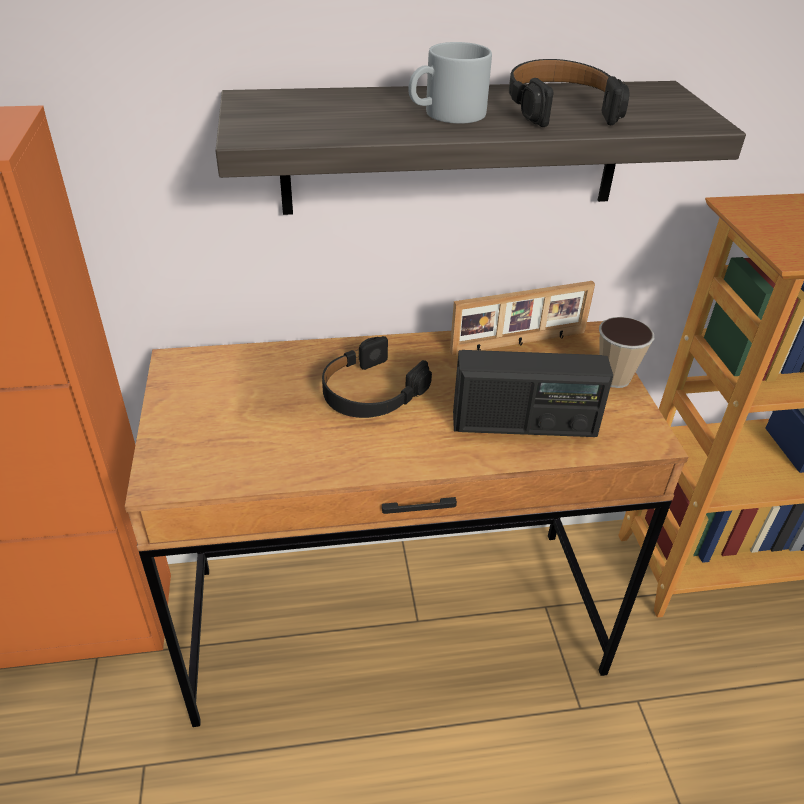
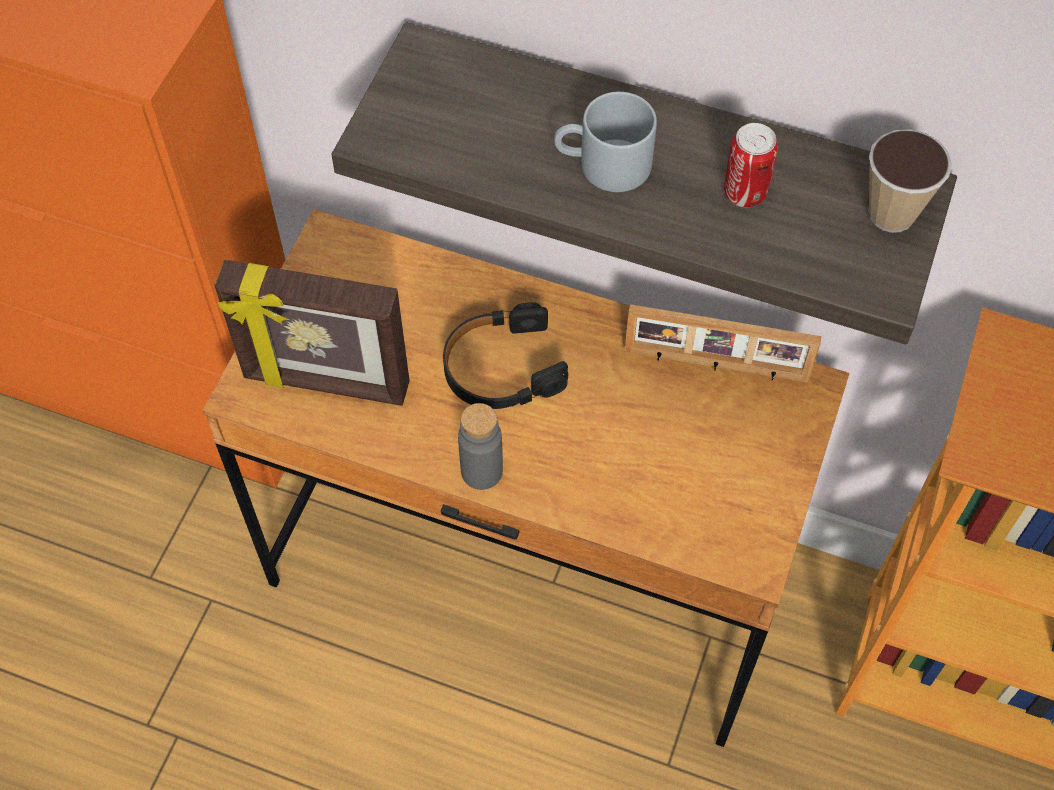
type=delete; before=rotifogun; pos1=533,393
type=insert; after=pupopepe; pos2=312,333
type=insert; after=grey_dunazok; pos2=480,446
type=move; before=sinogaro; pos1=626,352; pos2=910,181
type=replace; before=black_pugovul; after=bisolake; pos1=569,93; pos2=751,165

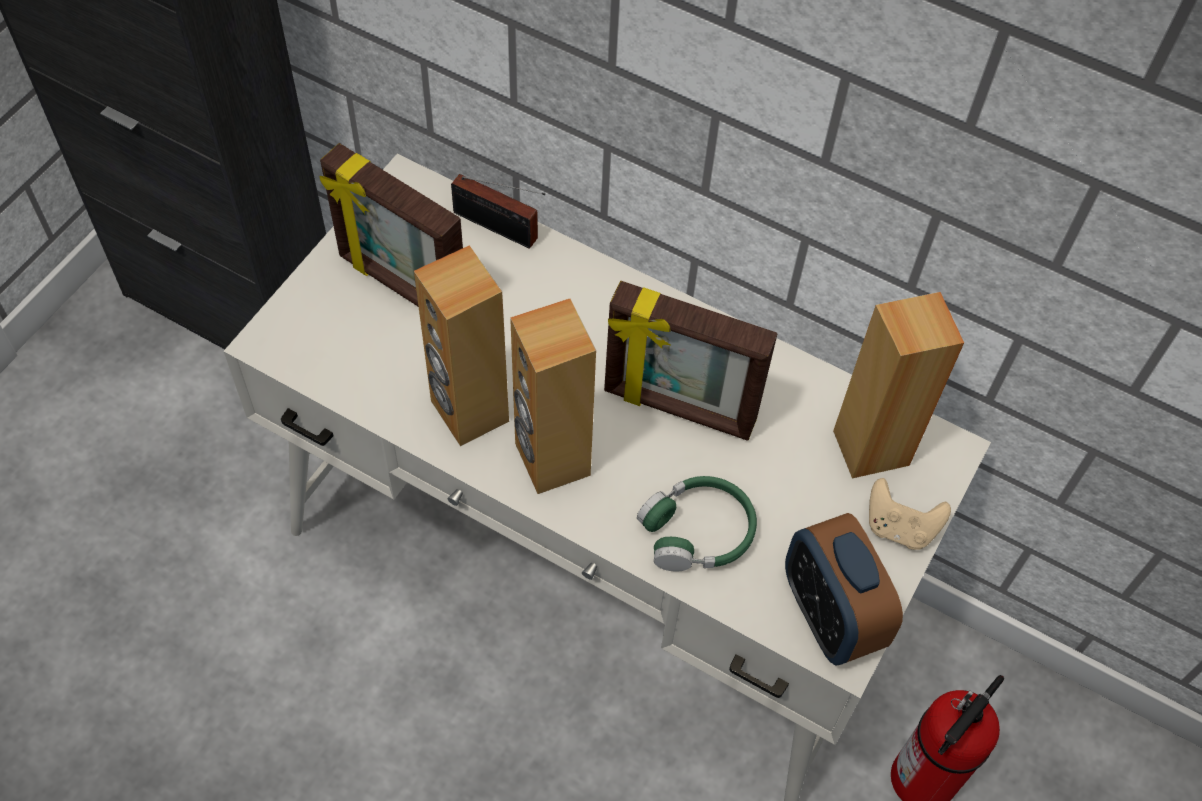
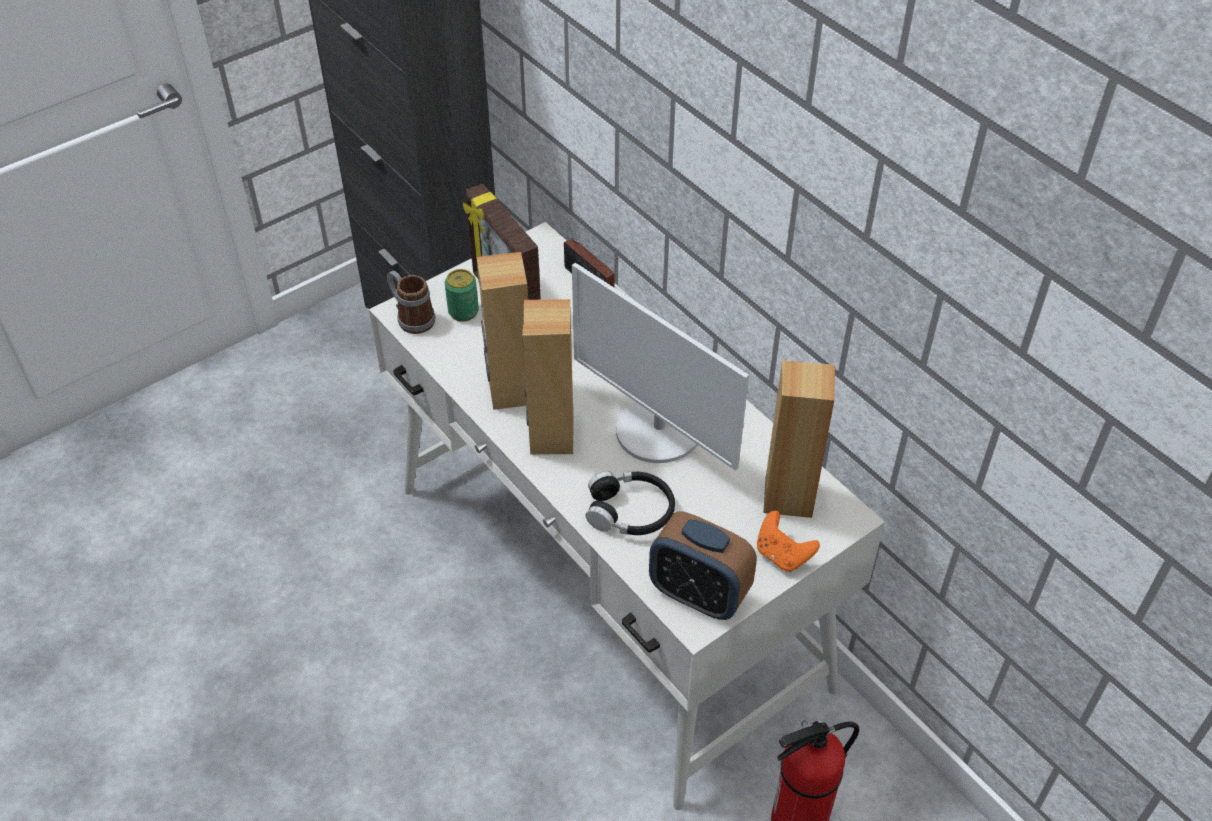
type=insert; after=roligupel; pos2=411,302
type=insert; after=bisolake; pos2=462,295
type=replace; before=pupopepe; after=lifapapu; pos1=690,361; pos2=660,366
type=recolor; before=green_pugovul; after=black_pugovul; pos1=697,523; pos2=630,503
type=recolor; before=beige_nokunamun; after=orange_nokunamun; pos1=910,514; pos2=788,541
type=rotate; before=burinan; pos1=844,589; pos2=703,566; turn=-60

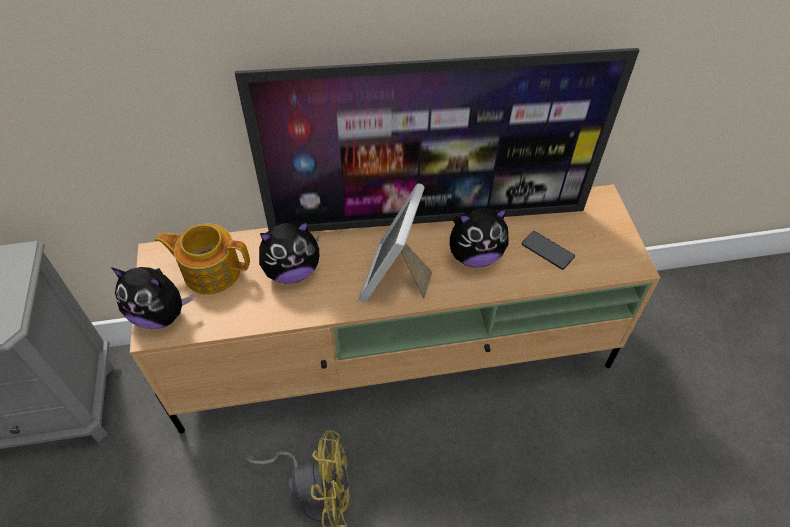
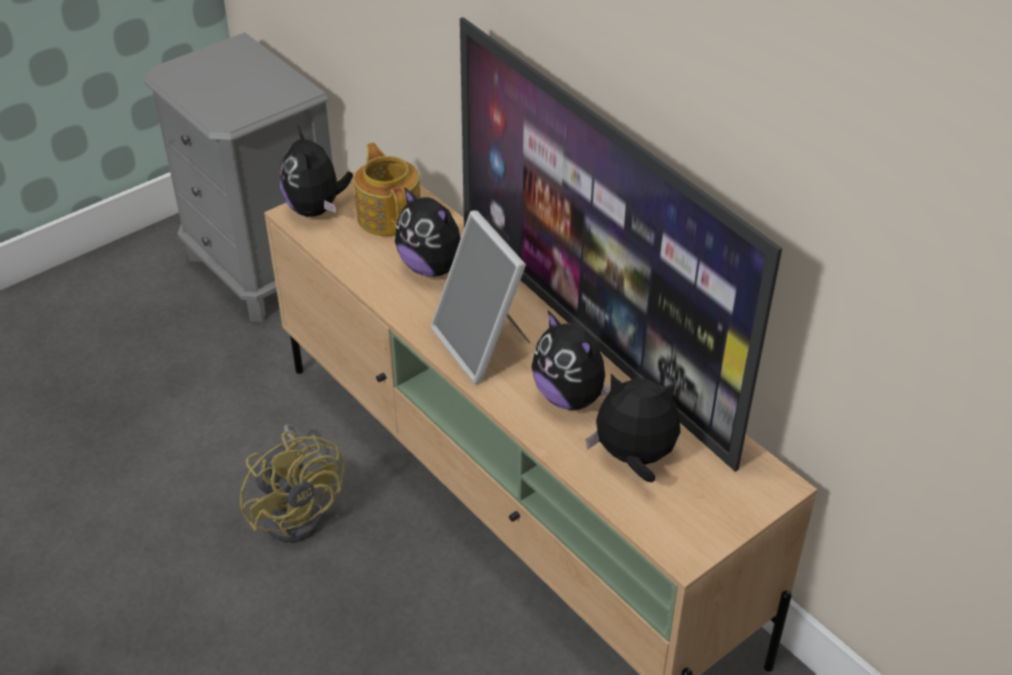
type=replace; before=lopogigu; after=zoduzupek; pos1=548,250; pos2=633,428
type=rotate; before=pupopepe; pos1=395,242; pos2=481,297; turn=-105

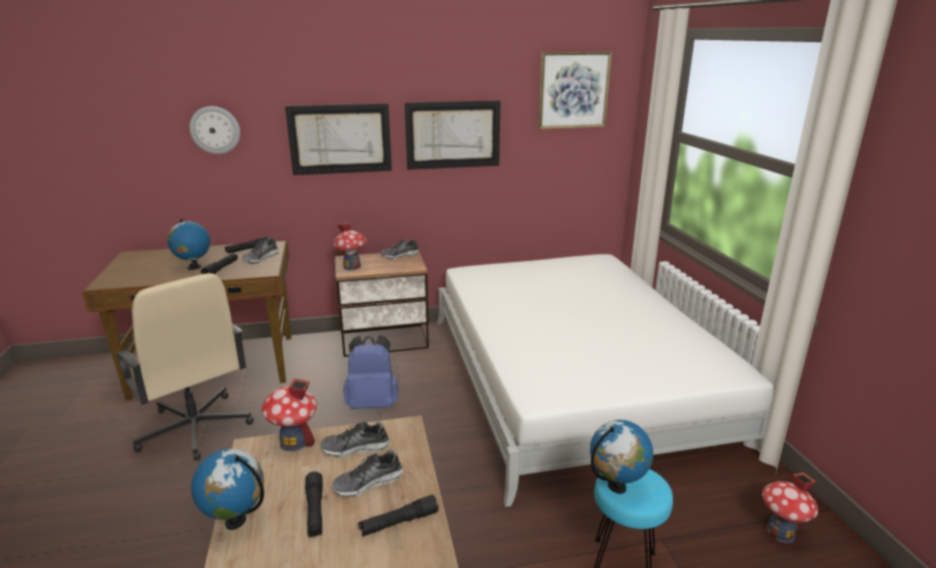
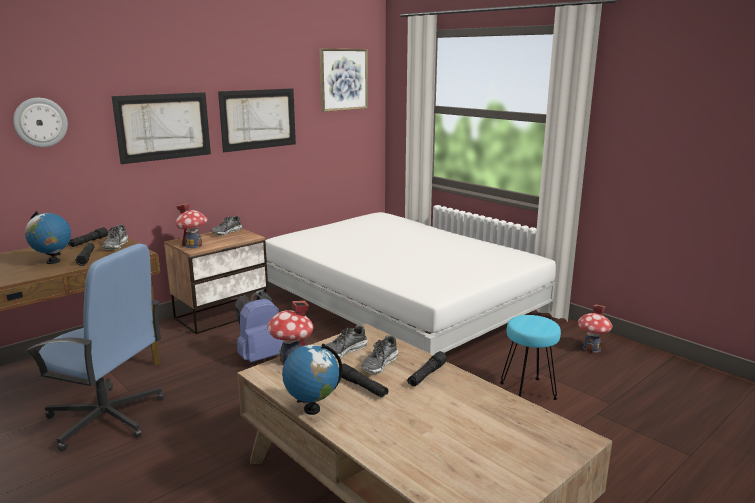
type=delete; before=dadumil; pos1=621,457
type=recolor; before=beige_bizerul; after=blue_bizerul; pos1=184,366; pos2=94,347

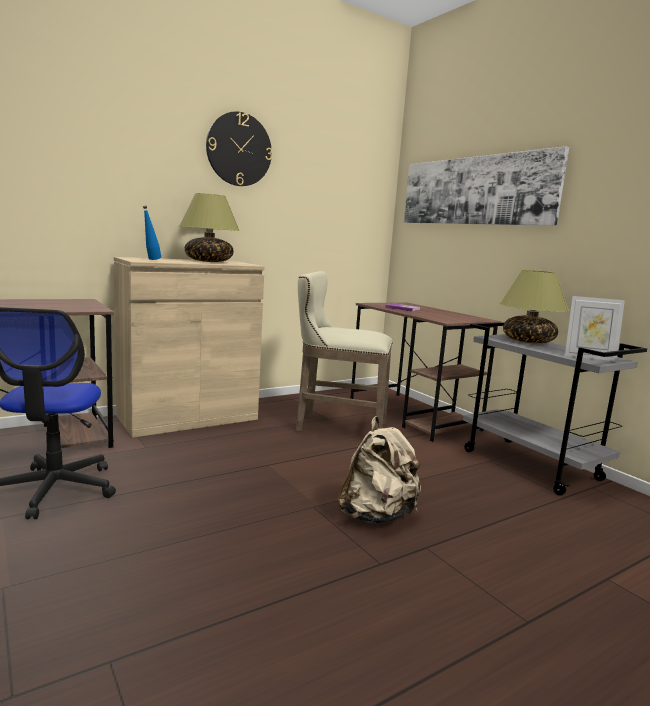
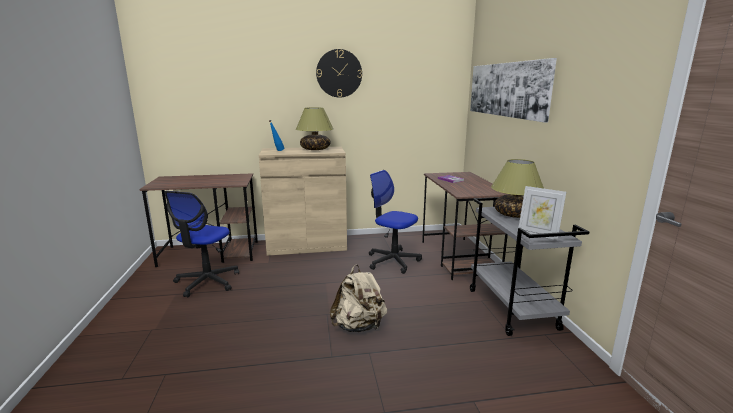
type=replace; before=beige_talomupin; after=bizerul; pos1=344,351; pos2=395,222

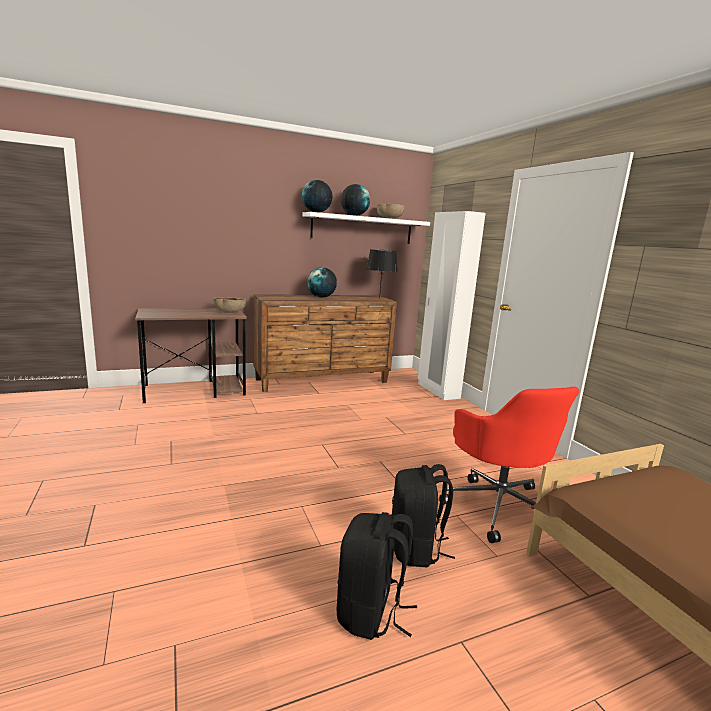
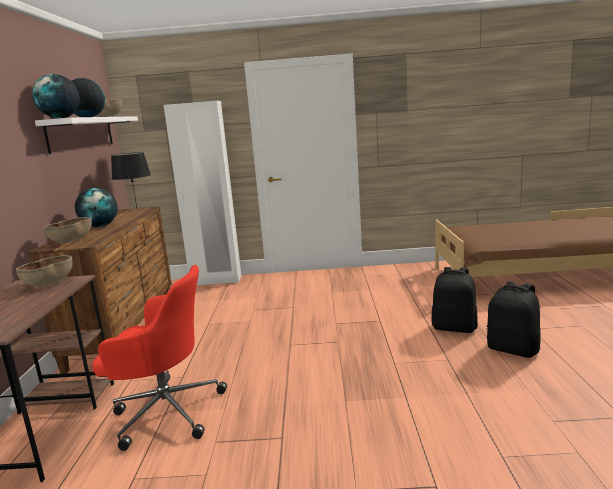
type=insert; after=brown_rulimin; pos2=67,230
type=move; before=red_bizerul; pos1=509,464; pos2=159,358

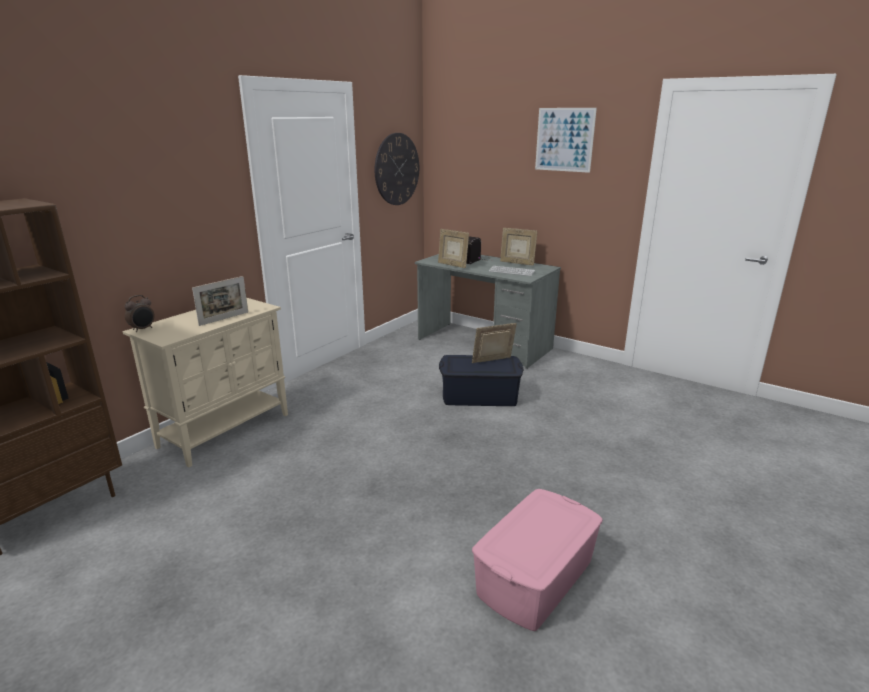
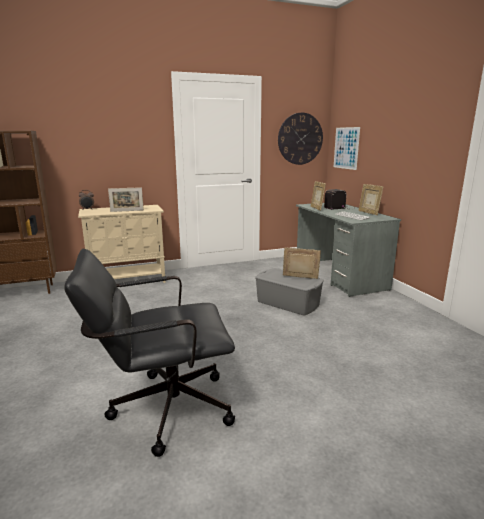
type=move; before=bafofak; pos1=566,140; pos2=347,148
type=replace; before=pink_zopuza; after=black_bizerul; pos1=537,560; pos2=149,353
type=recolor; before=blue_zopuza; after=grey_zopuza; pos1=481,380; pos2=289,291

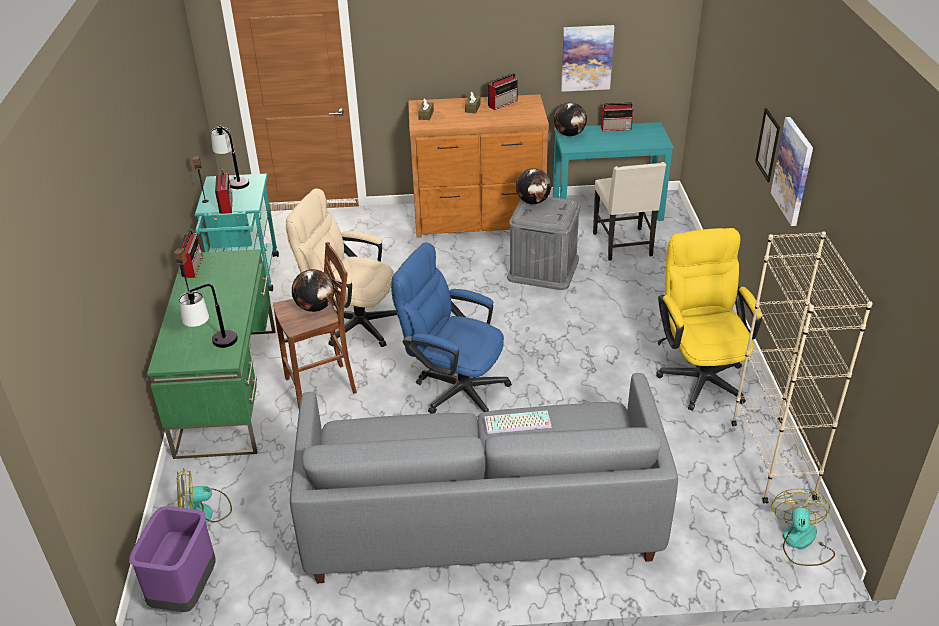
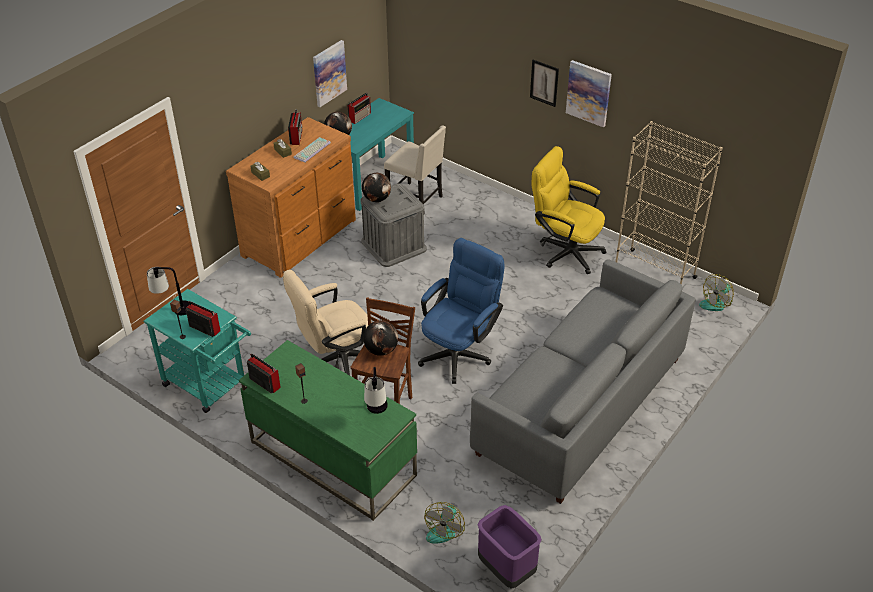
type=move; before=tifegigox; pos1=518,422; pos2=312,150
type=rotate; before=blue_bizerul; pos1=451,328; pos2=461,311; turn=150
type=rotate; before=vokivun; pos1=803,527; pos2=716,292; turn=-90

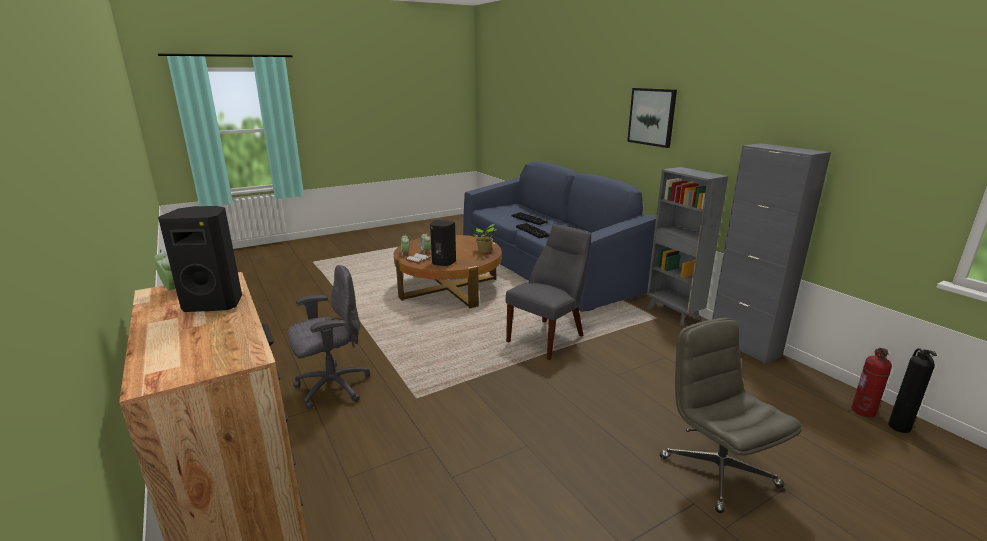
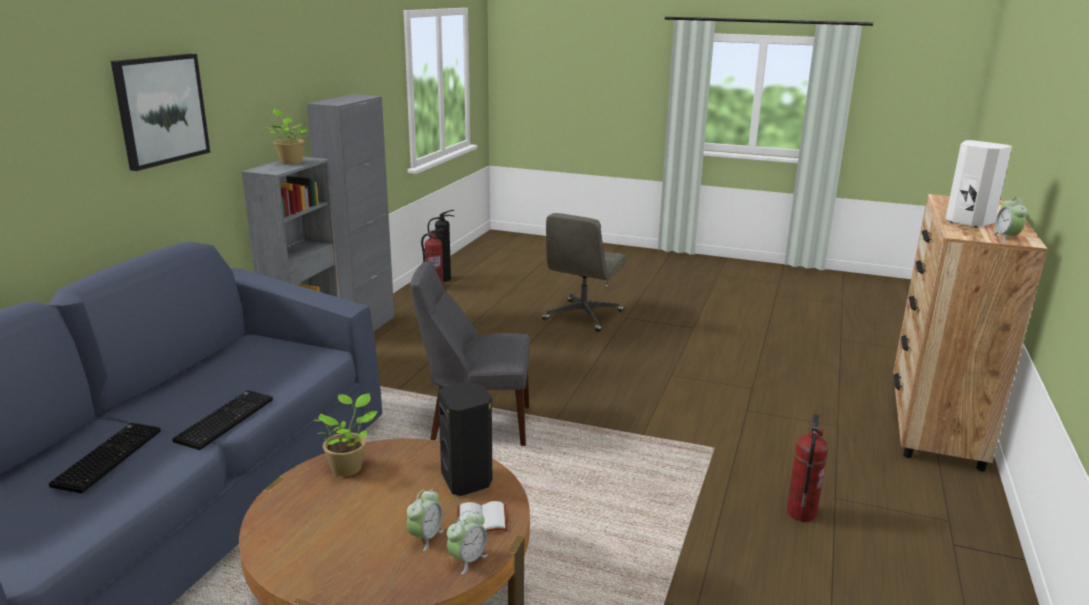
type=insert; after=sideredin; pos2=286,137
type=replace; before=grey_bizerul; after=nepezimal; pos1=328,337; pos2=807,468
type=recolor; before=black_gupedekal; after=white_gupedekal; pos1=200,259; pos2=978,183

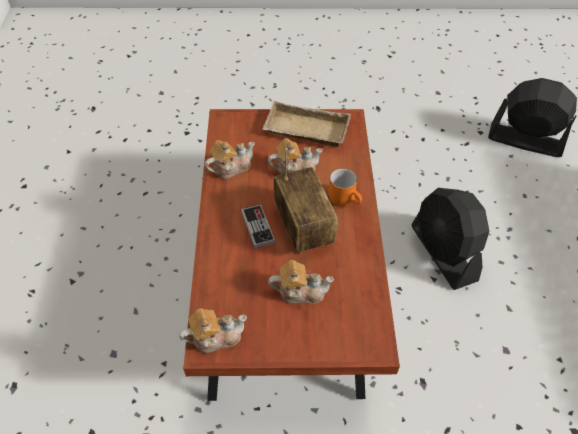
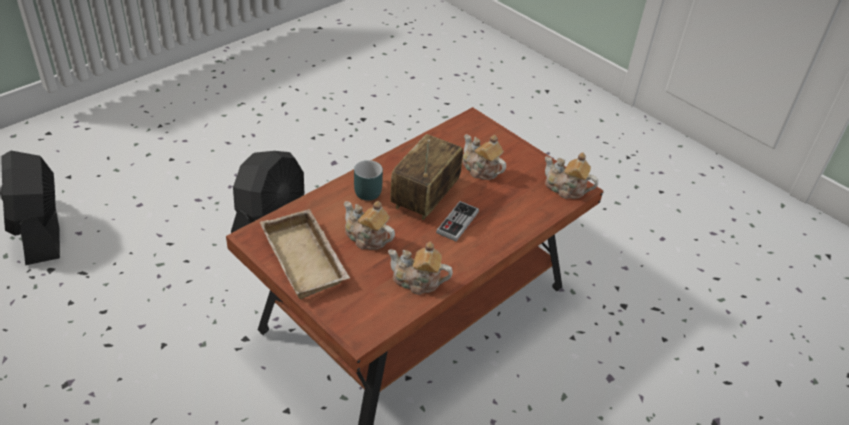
type=recolor; before=orange_roligupel; after=turquoise_roligupel; pos1=345,187; pos2=368,180

